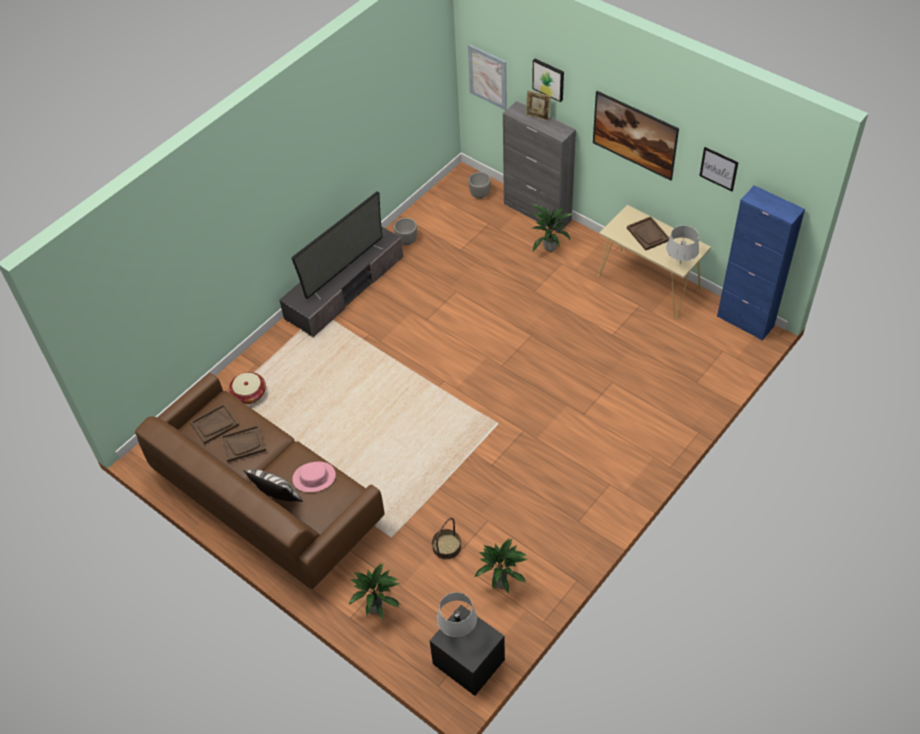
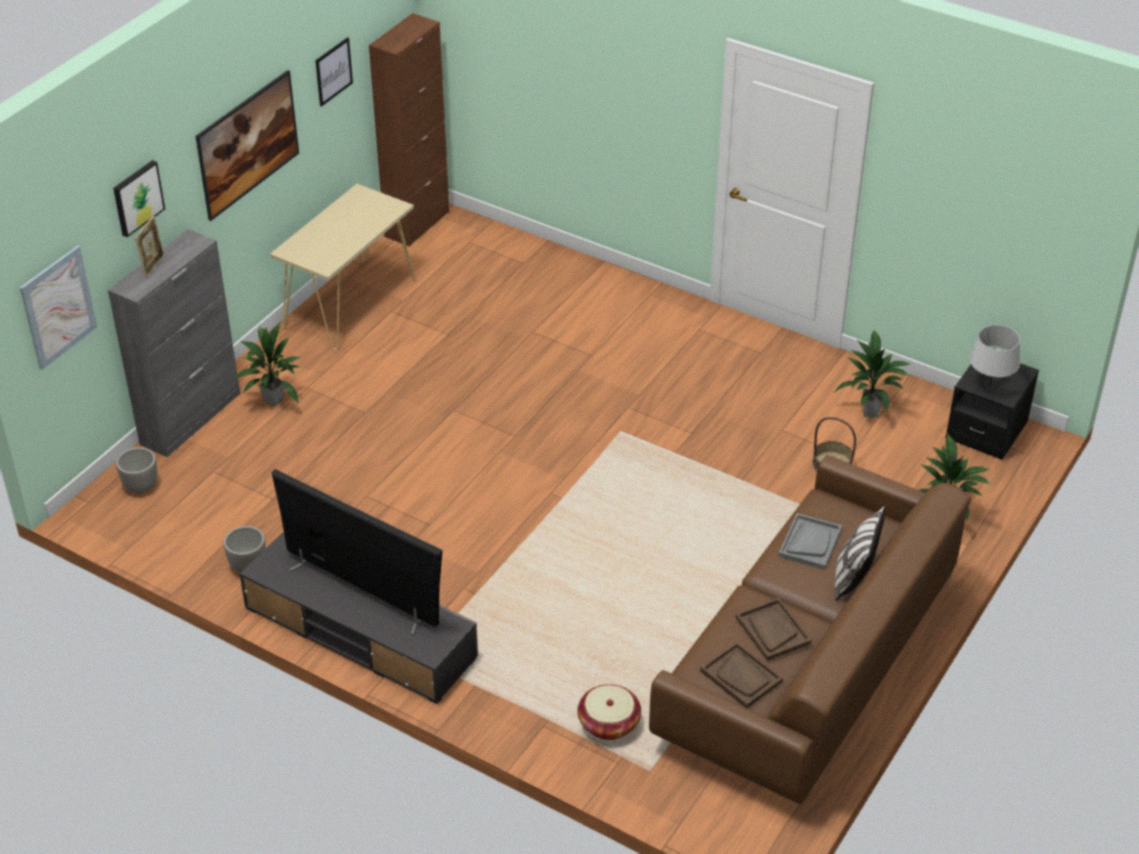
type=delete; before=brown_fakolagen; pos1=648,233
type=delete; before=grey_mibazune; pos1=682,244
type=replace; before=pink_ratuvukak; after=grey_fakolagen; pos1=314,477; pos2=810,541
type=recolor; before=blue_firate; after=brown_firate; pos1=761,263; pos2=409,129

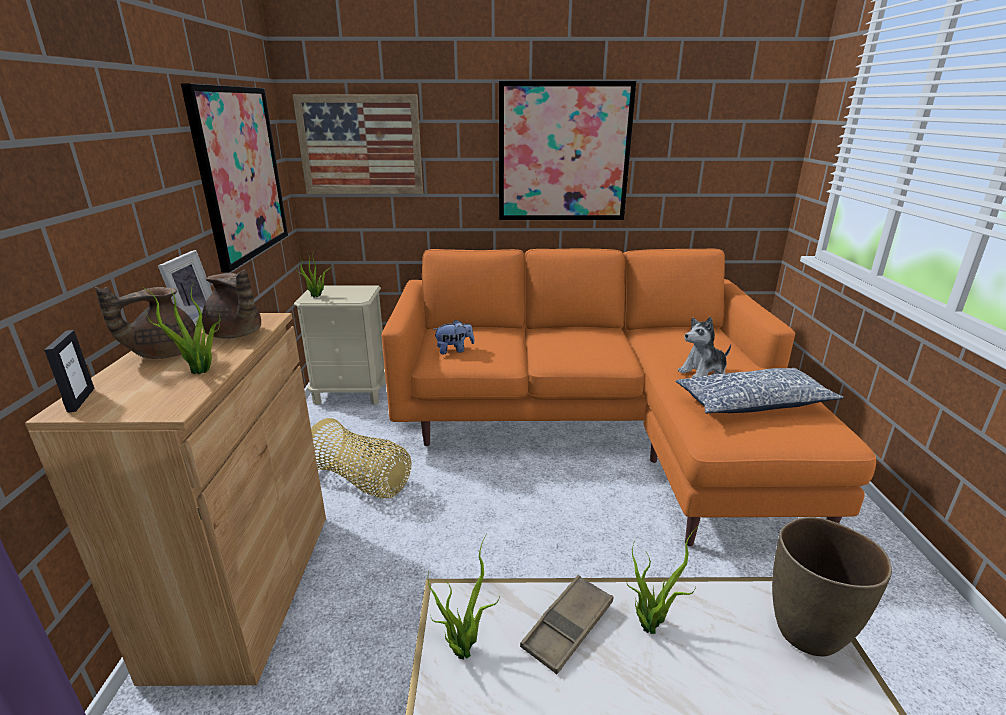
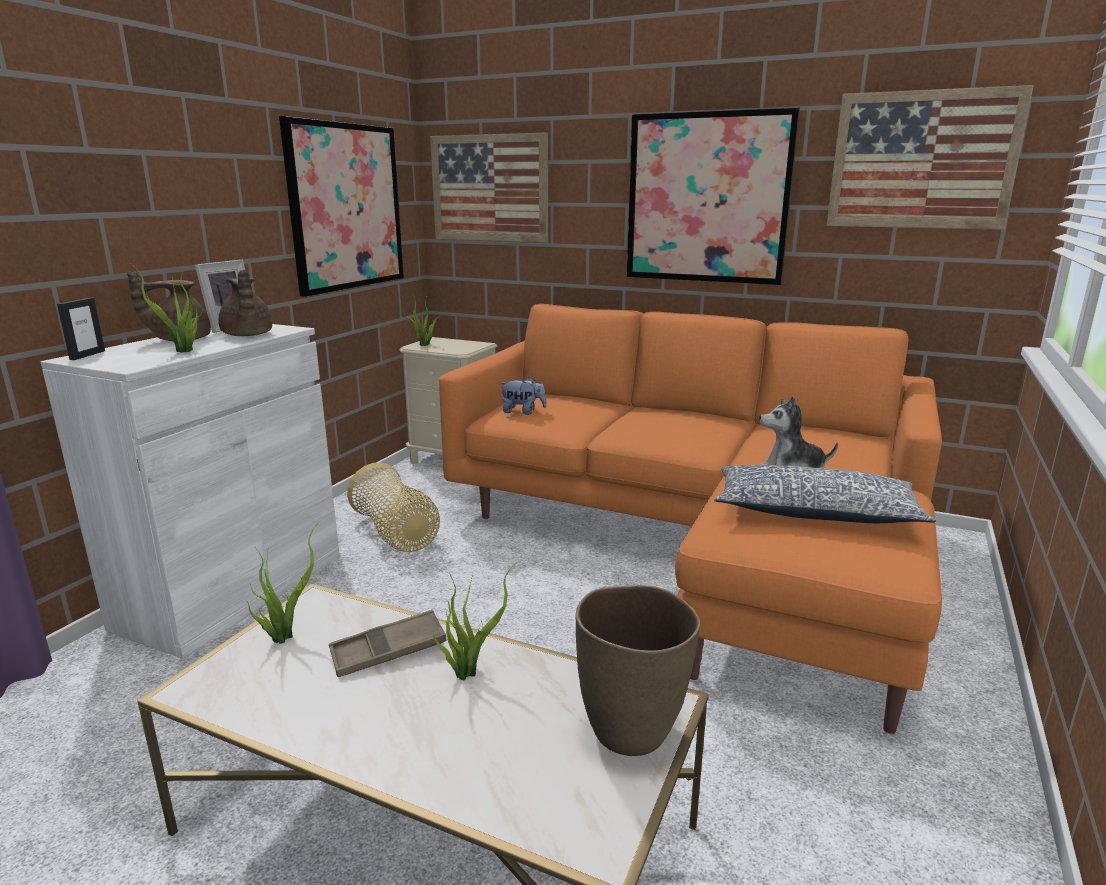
type=insert; after=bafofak; pos2=930,157
type=recolor; before=brown_firate; after=white_firate; pos1=175,499; pos2=190,491

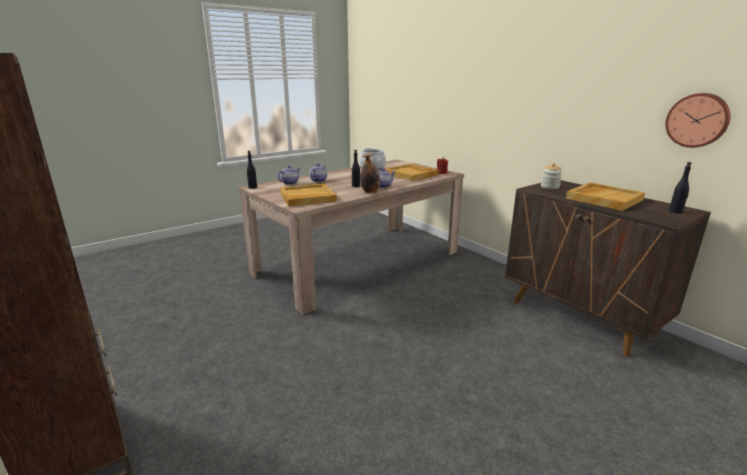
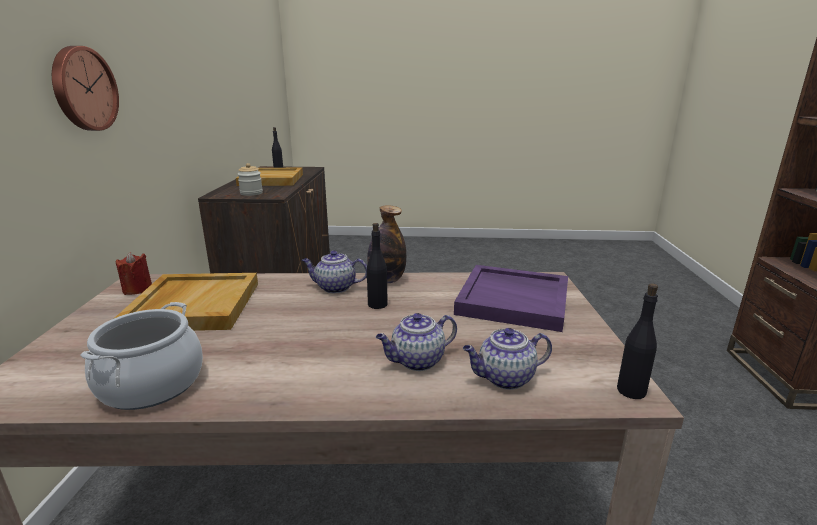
type=move; before=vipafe; pos1=698,120; pos2=85,88
type=recolor; before=beige_fakolagen; after=purple_fakolagen; pos1=308,195; pos2=511,298

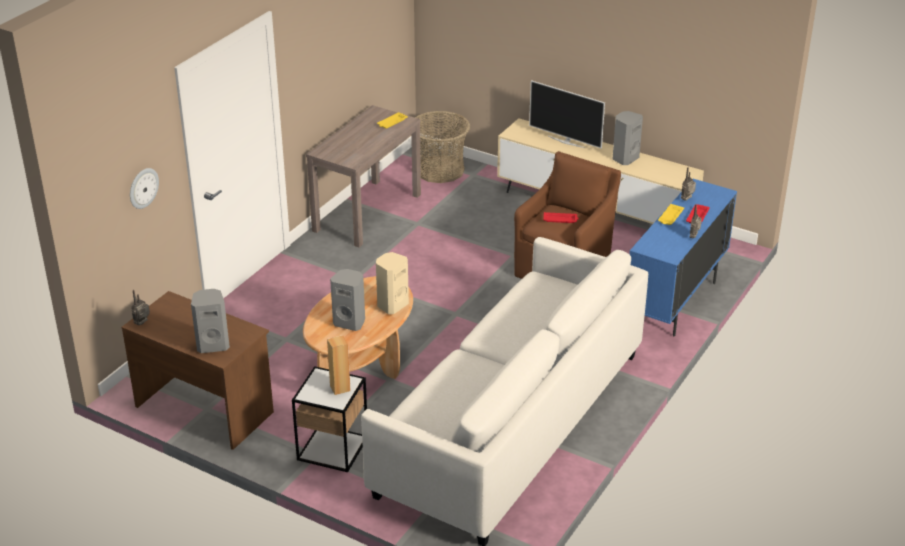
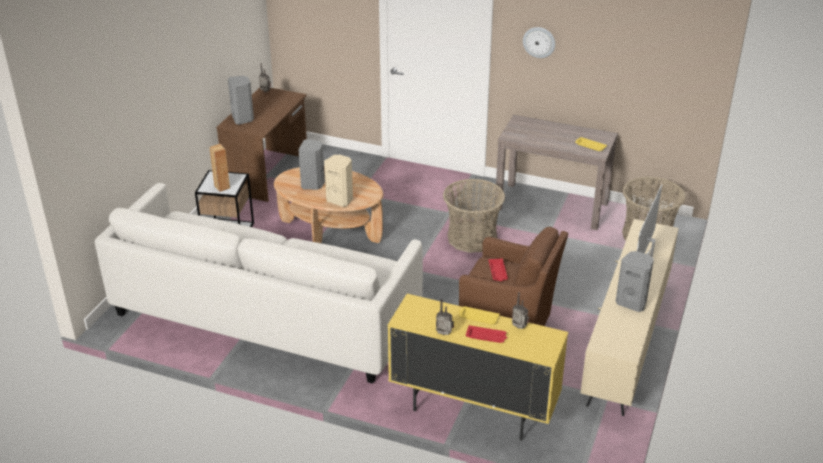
type=insert; after=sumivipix; pos2=474,216
type=move; before=vipafe; pos1=144,188; pos2=539,42
type=recolor; before=blue_firate; after=yellow_firate; pos1=683,257; pos2=478,367

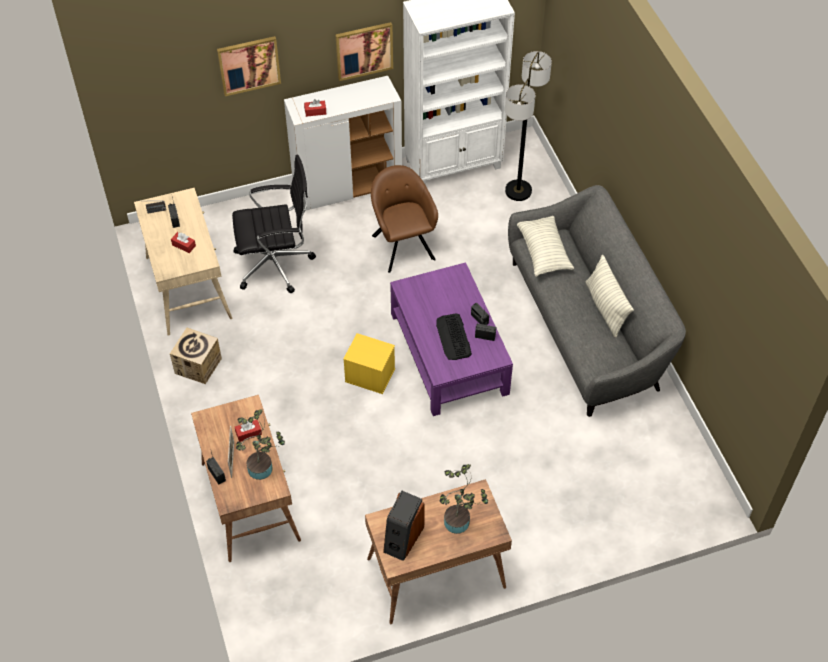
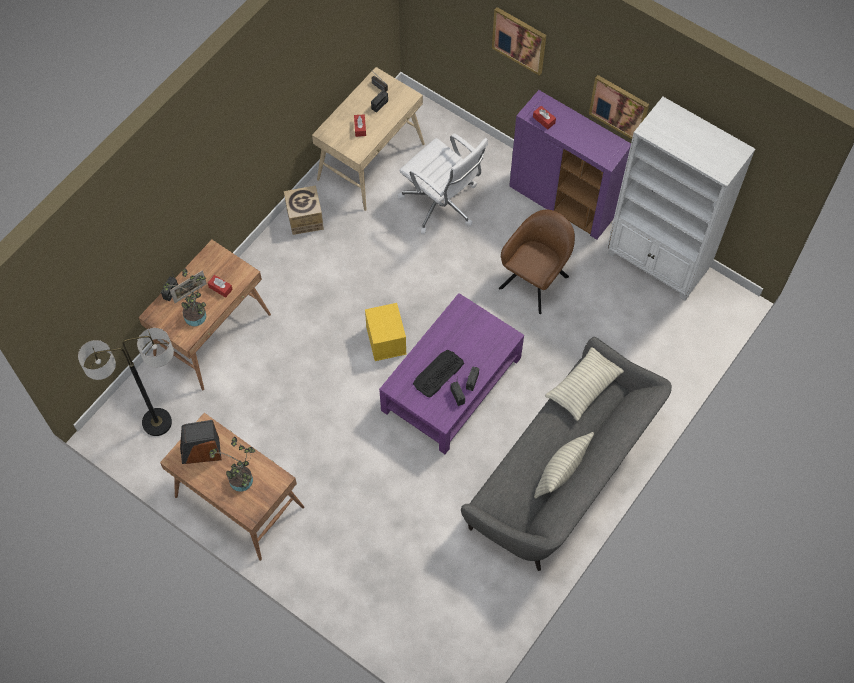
type=move; before=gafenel; pos1=528,126; pos2=126,382
type=recolor; before=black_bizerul; after=white_bizerul; pos1=274,224; pos2=443,183
type=recolor; before=white_firate; after=purple_firate; pos1=343,143; pos2=570,165

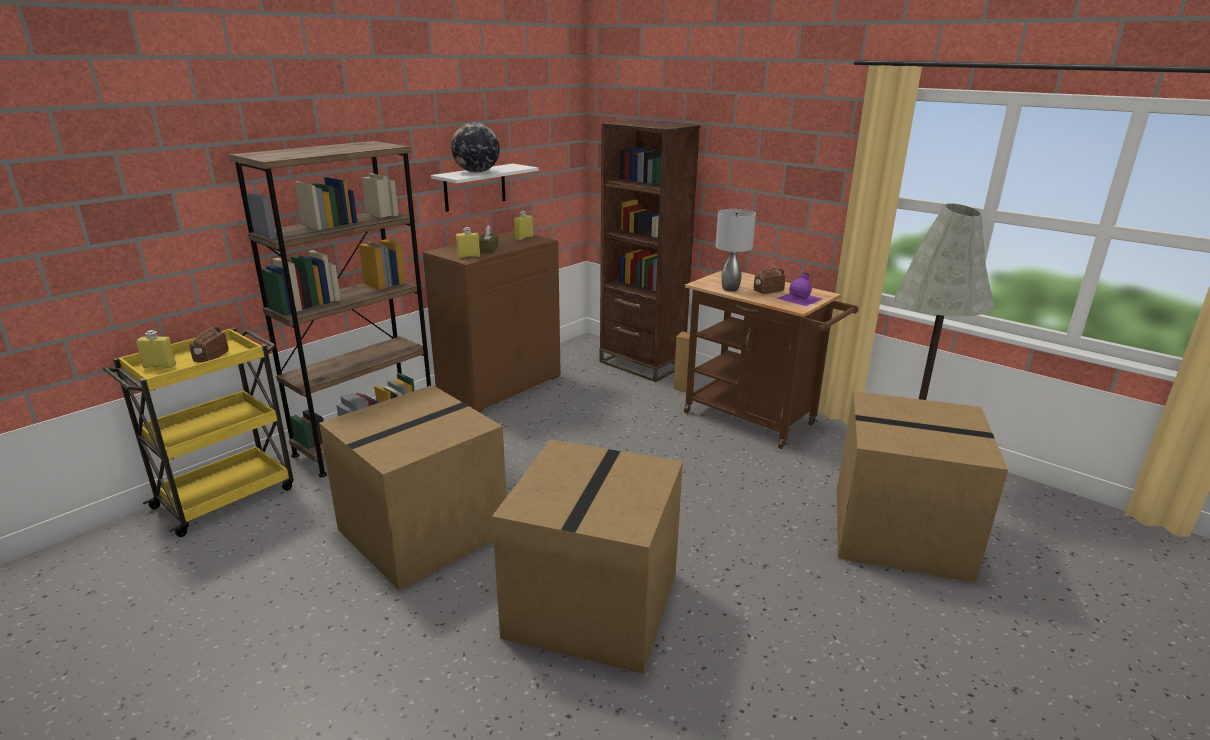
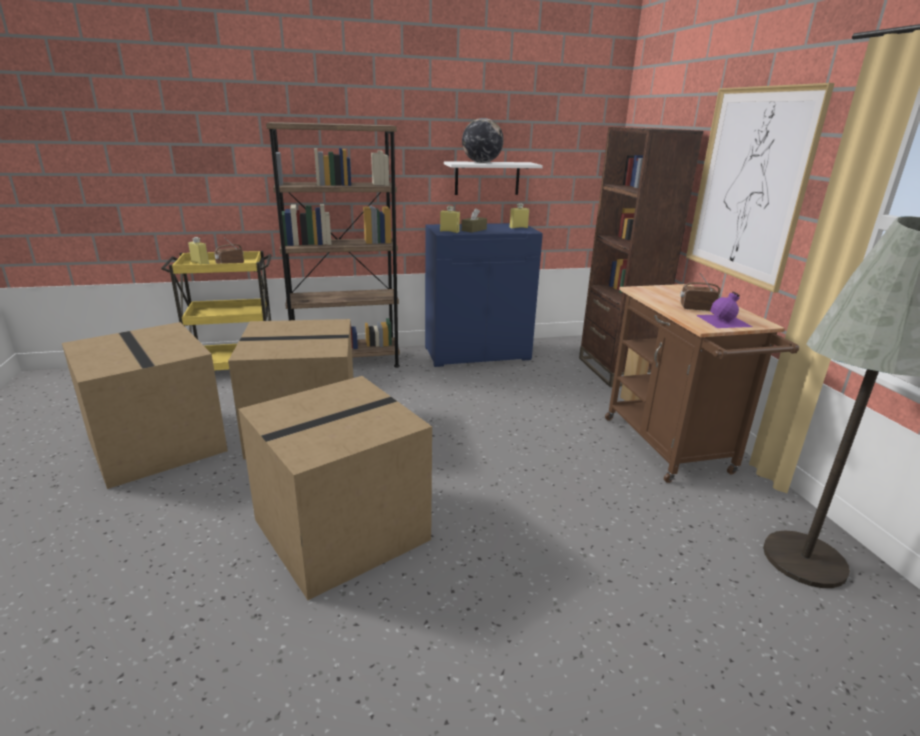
type=delete; before=grey_mibazune; pos1=735,250
type=insert; after=bafofak; pos2=760,188
type=move; before=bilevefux; pos1=922,487; pos2=145,405
type=recolor; before=brown_firate; after=blue_firate; pos1=492,321; pos2=484,295

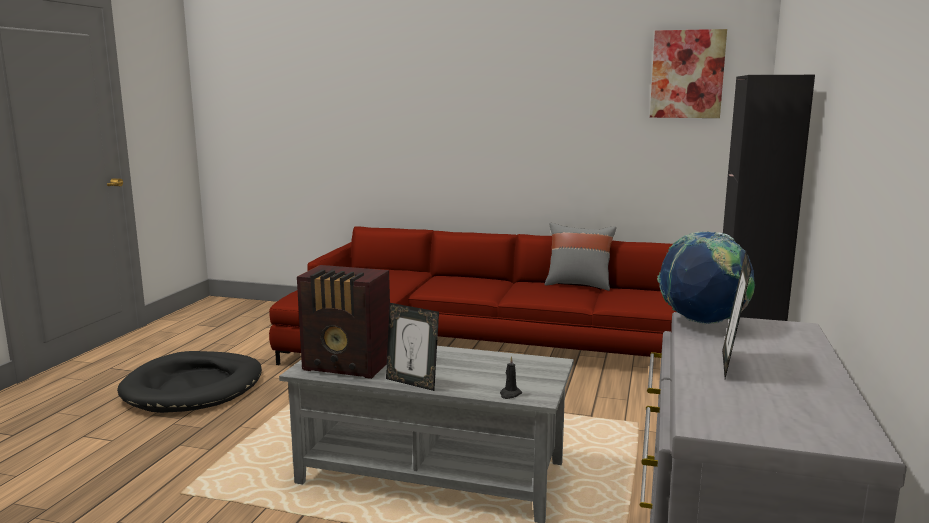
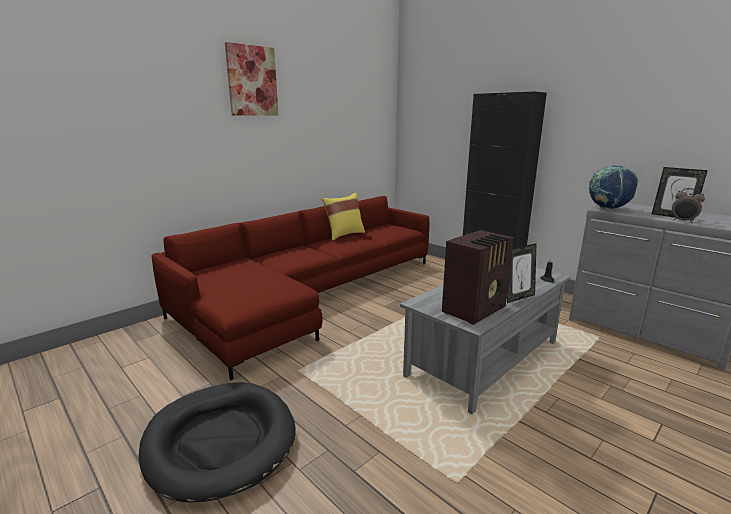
type=insert; after=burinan; pos2=688,205
type=move; before=bafofak; pos1=688,73; pos2=251,79
type=recolor; before=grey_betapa; after=yellow_betapa; pos1=580,257; pos2=343,216

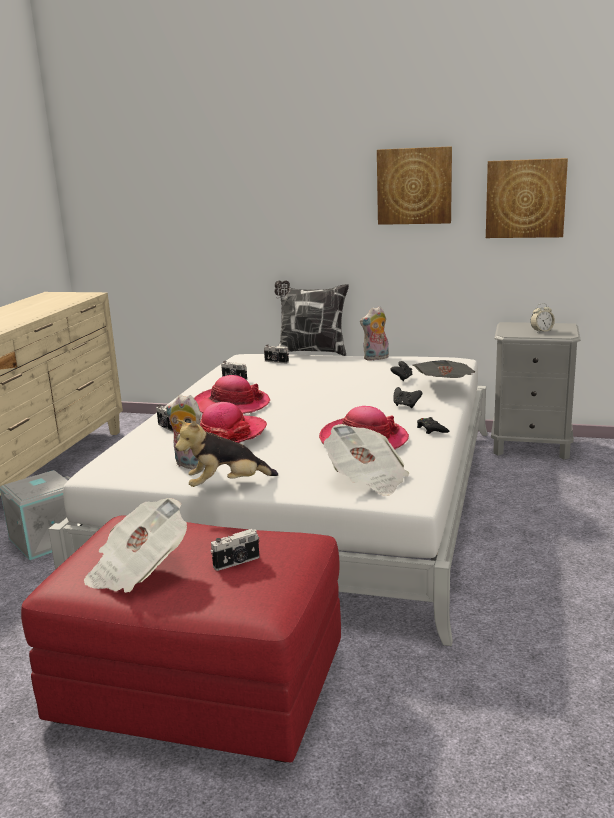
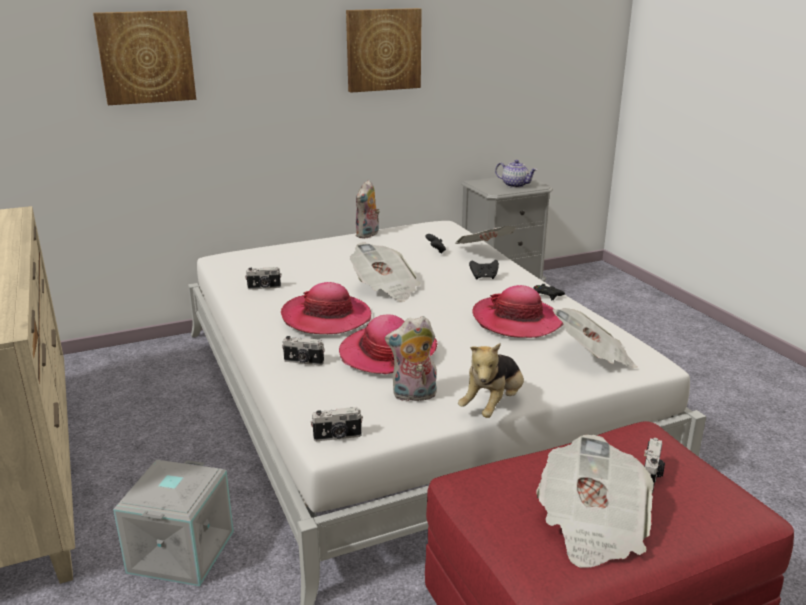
type=delete; before=betapa; pos1=312,318
type=insert; after=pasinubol; pos2=385,272
type=move; before=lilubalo; pos1=276,354; pos2=337,424
type=move; before=bafofak; pos1=527,198; pos2=144,57
type=replace; before=burinan; after=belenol; pos1=542,317; pos2=516,174

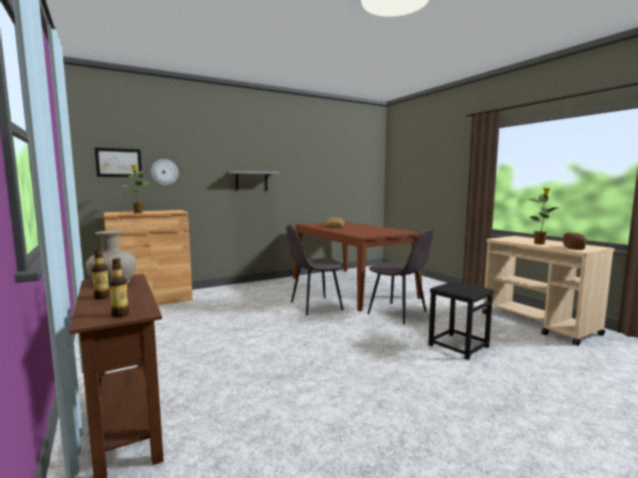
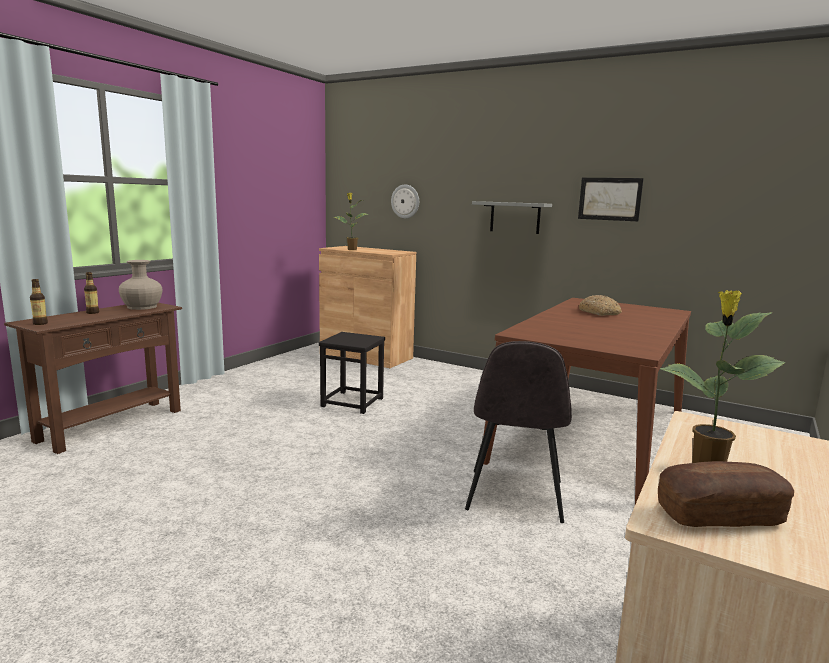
type=delete; before=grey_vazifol; pos1=315,270
type=move; before=bafofak; pos1=118,162; pos2=611,199
type=move; before=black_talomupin; pos1=461,320; pos2=352,373

